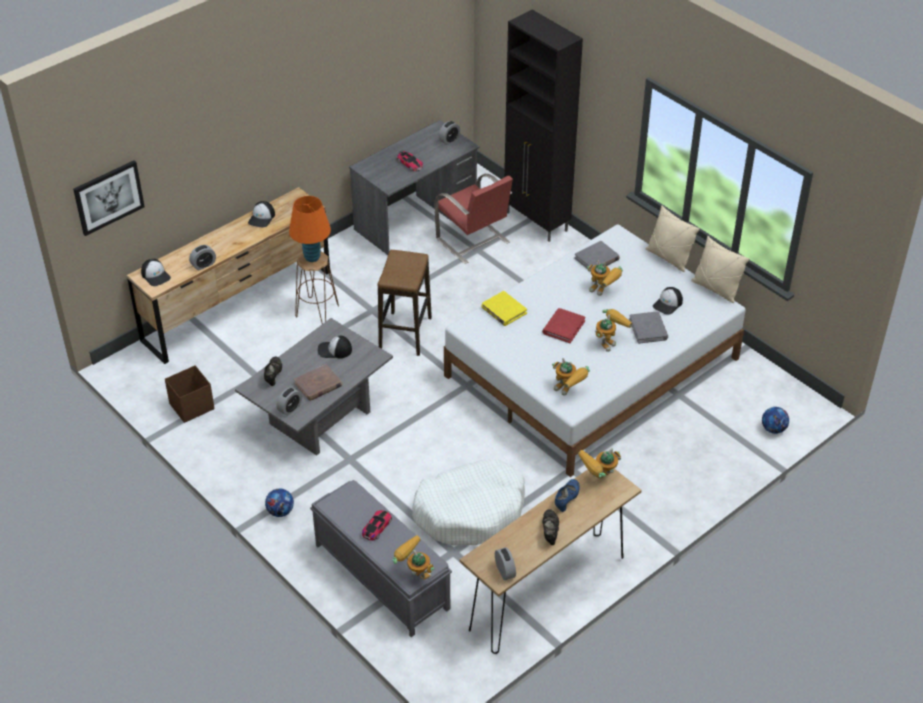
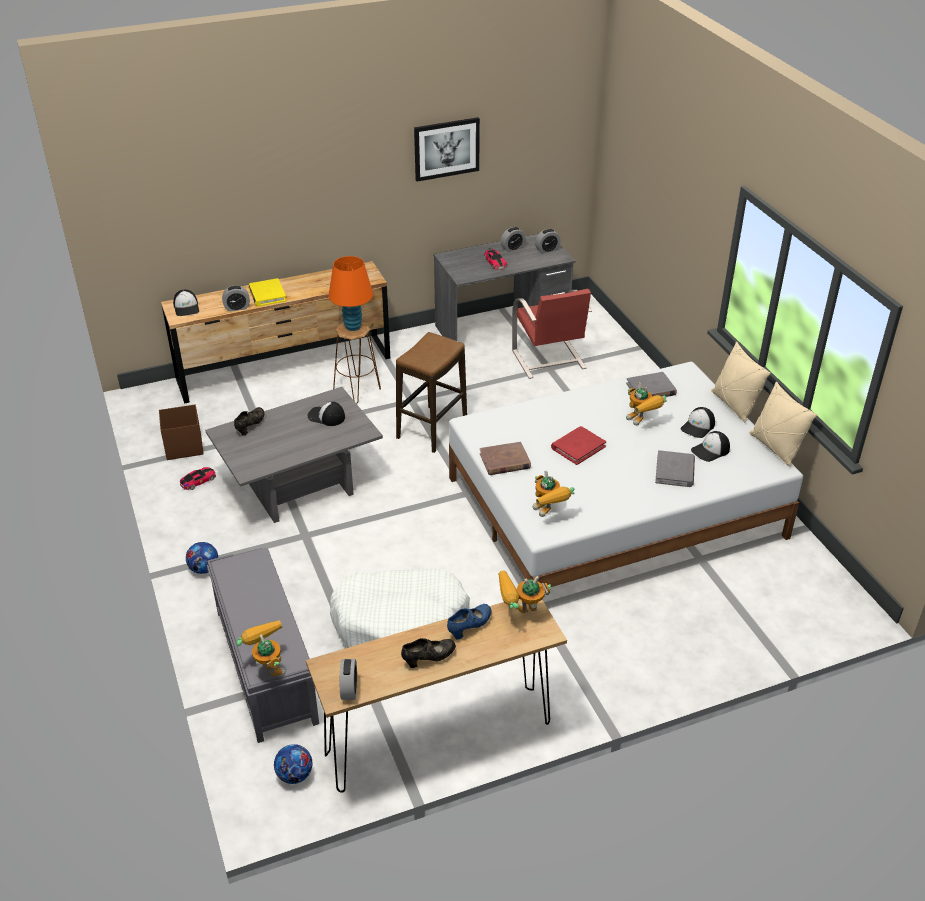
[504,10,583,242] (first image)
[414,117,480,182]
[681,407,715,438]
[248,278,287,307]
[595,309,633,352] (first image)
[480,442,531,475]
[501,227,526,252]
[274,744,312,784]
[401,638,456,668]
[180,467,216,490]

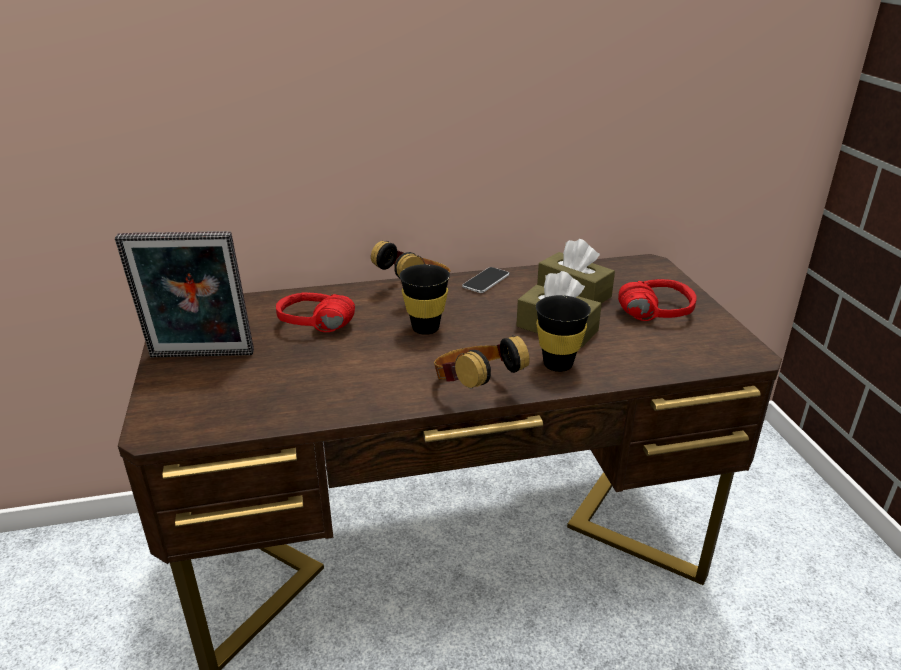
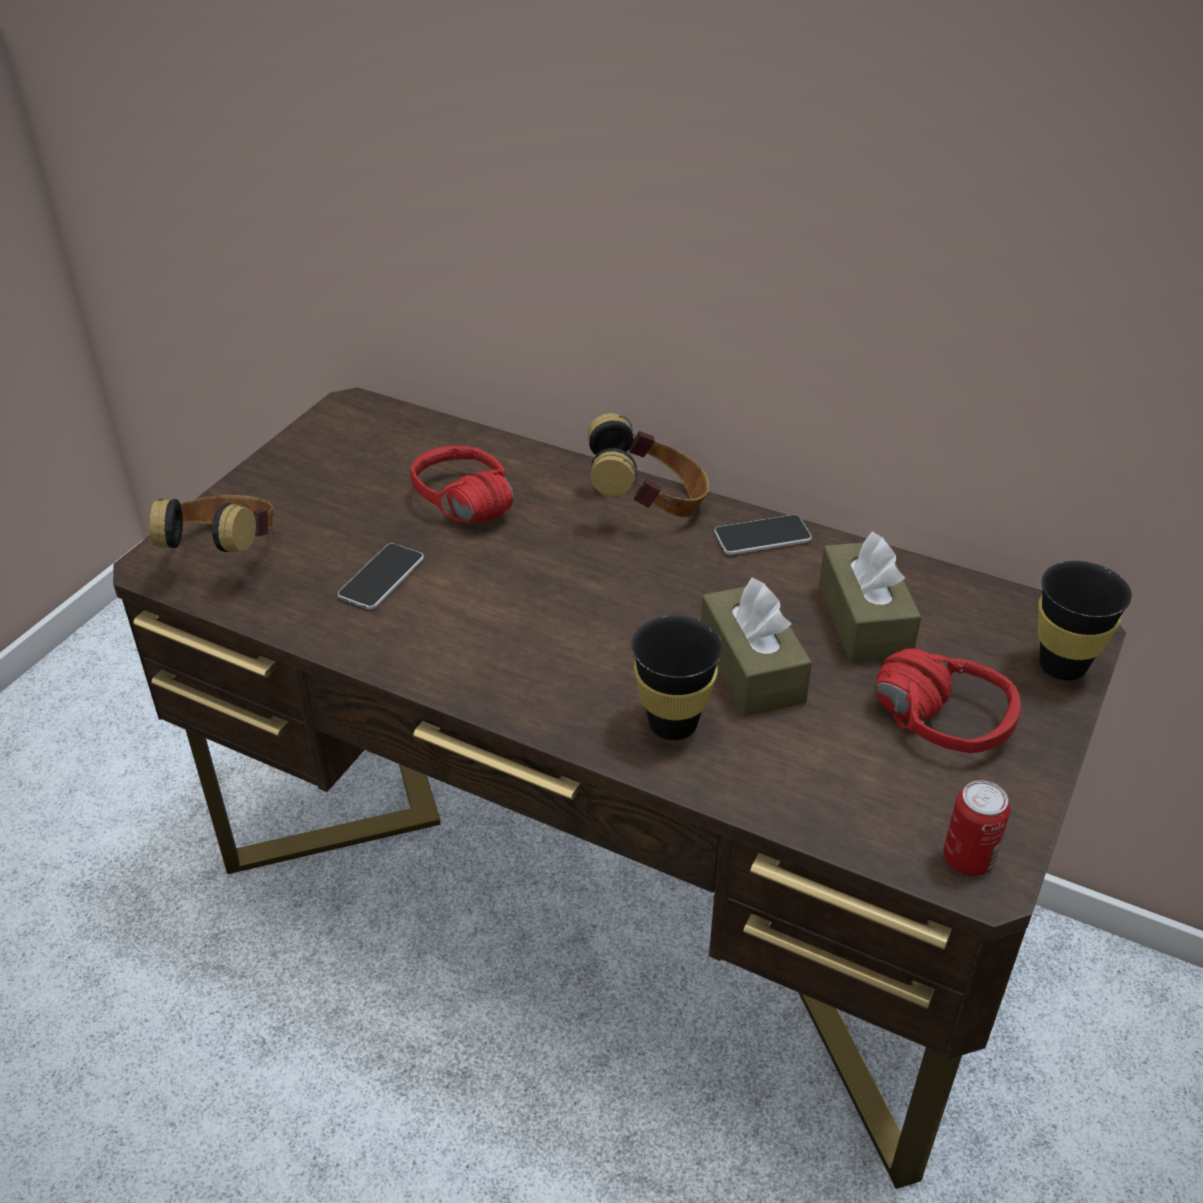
[115,231,254,358] (first image)
[1038,561,1132,681]
[150,495,274,553]
[338,543,424,609]
[943,780,1010,876]

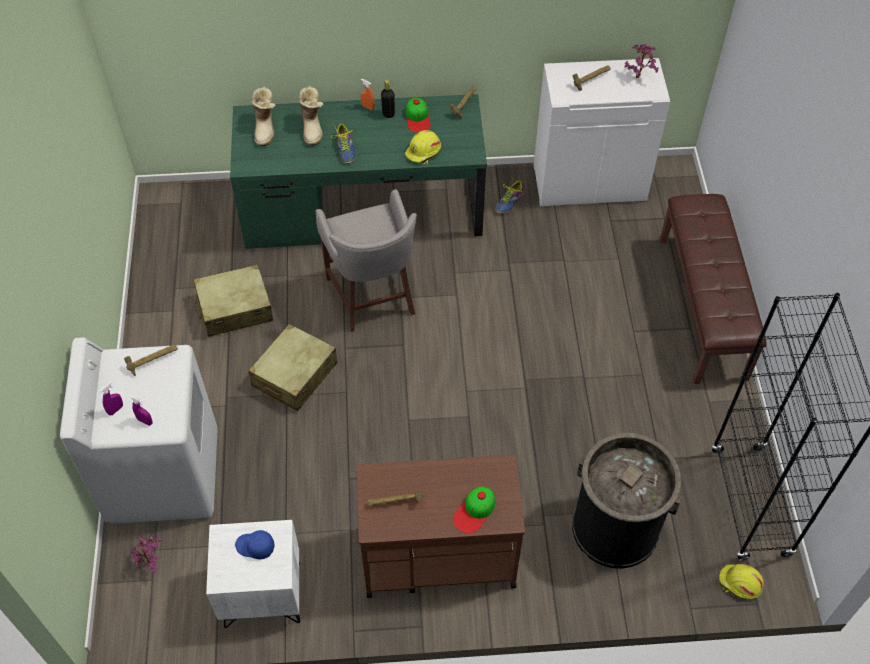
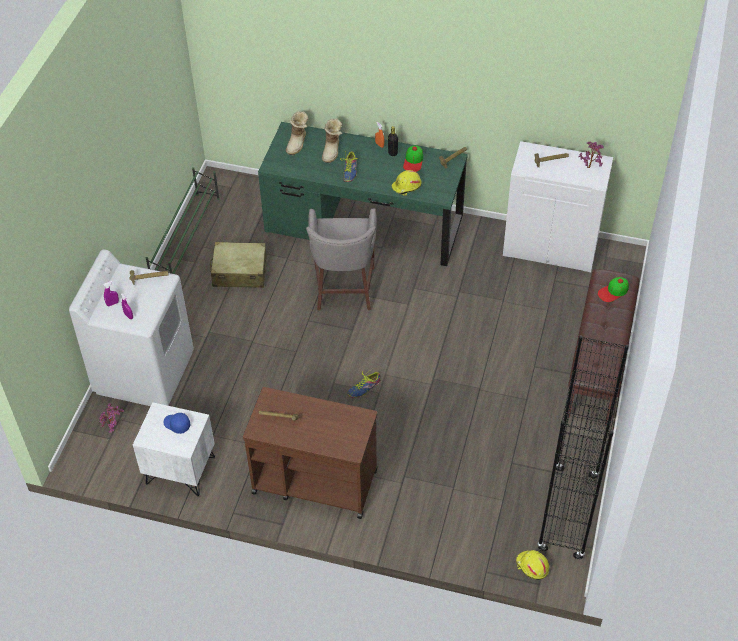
[347,369,381,398]
[248,324,338,411] (first image)
[572,433,682,568] (first image)
[598,277,629,302]
[146,167,220,274]

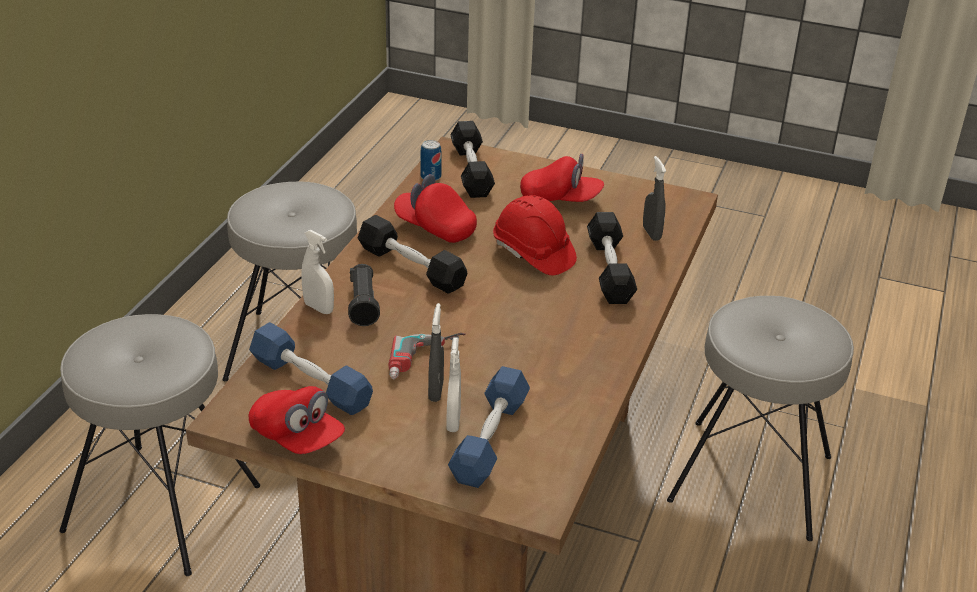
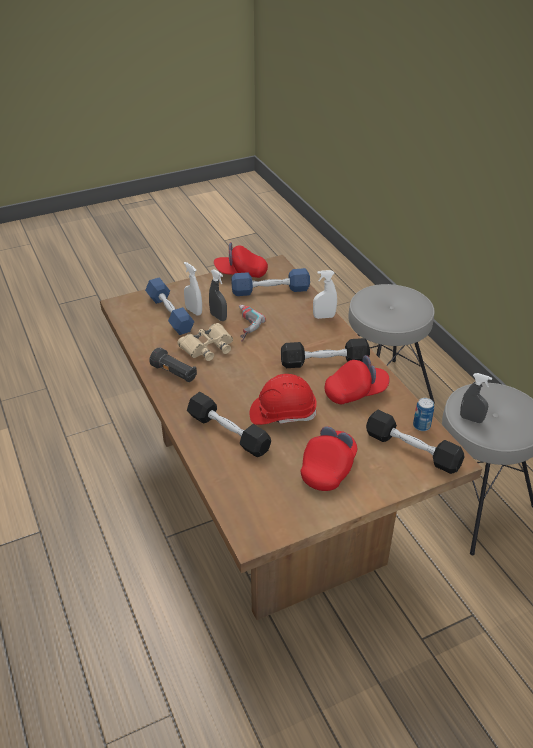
[301,426,357,491]
[460,373,492,423]
[149,347,197,382]
[667,296,854,541] (first image)
[177,323,233,361]

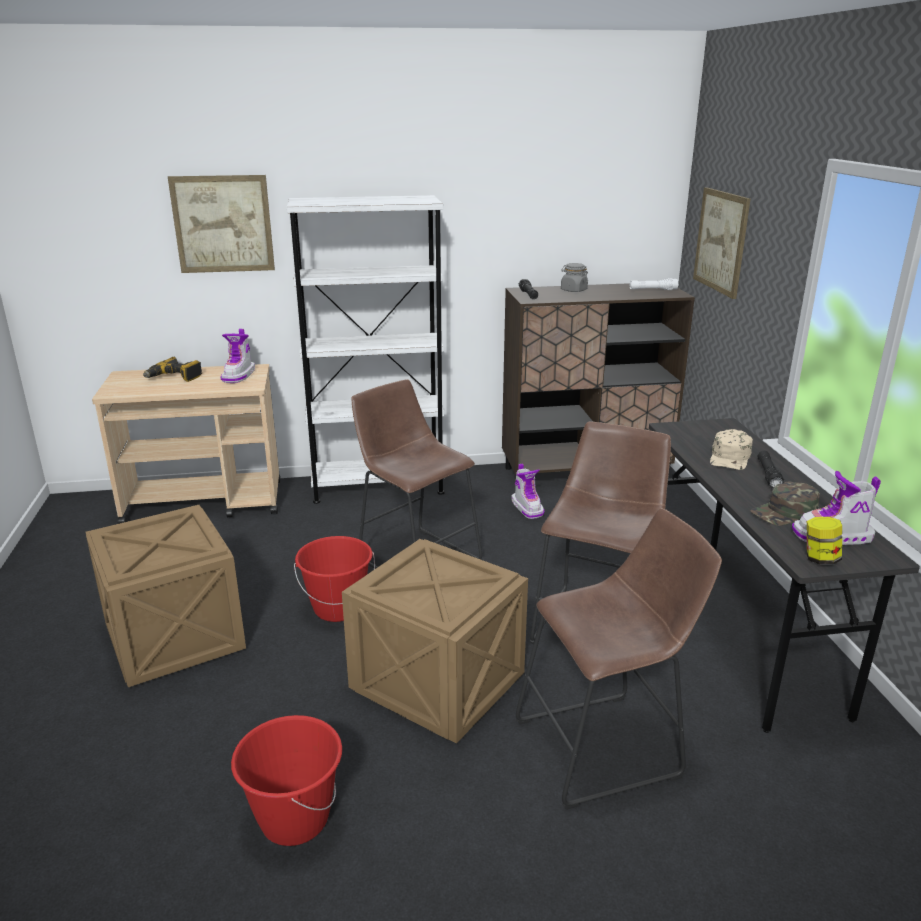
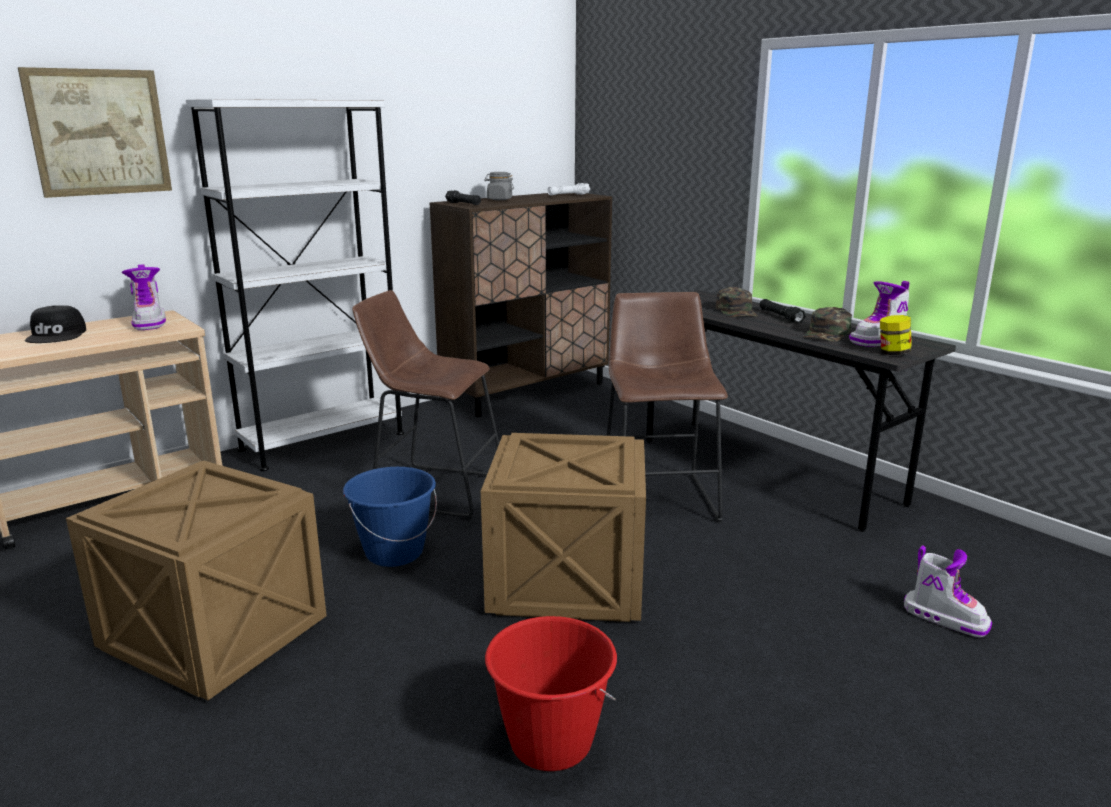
[693,187,751,299] (first image)
[25,305,86,343]
[716,287,758,317]
[904,545,992,637]
[516,508,722,810] (first image)
[343,467,437,567]

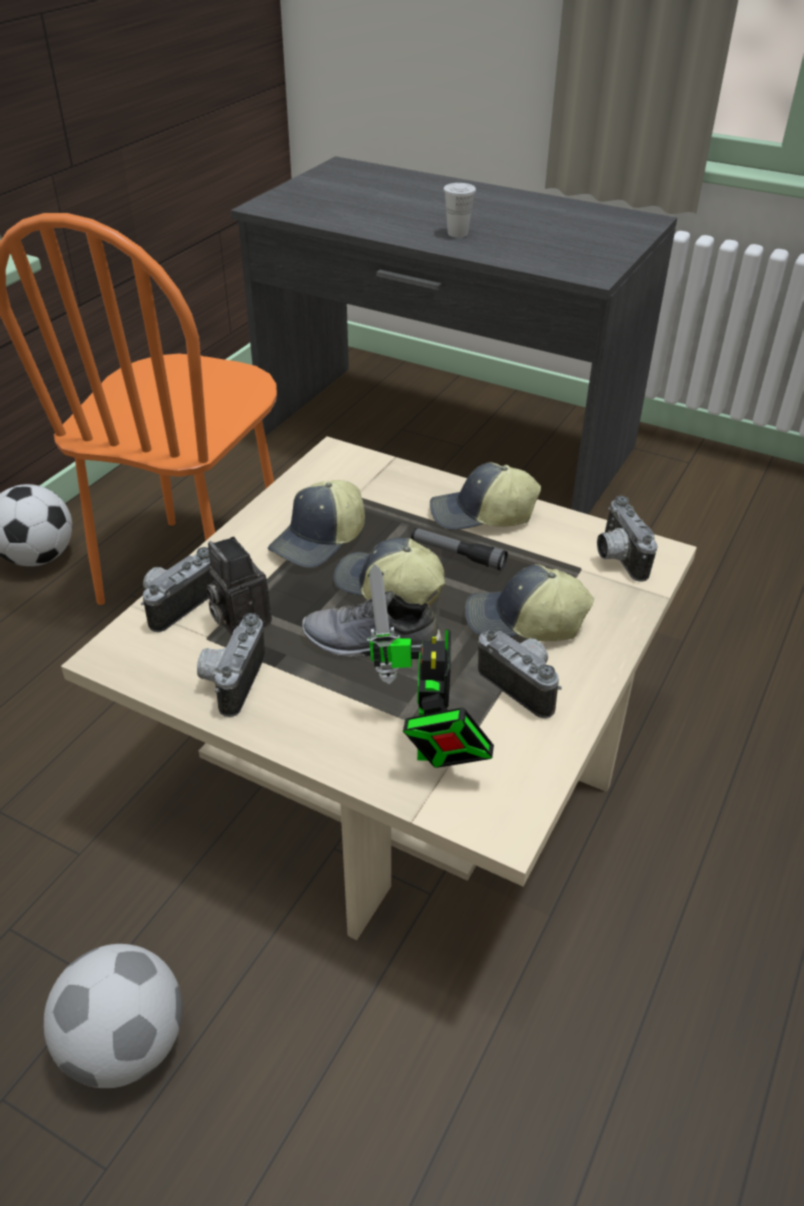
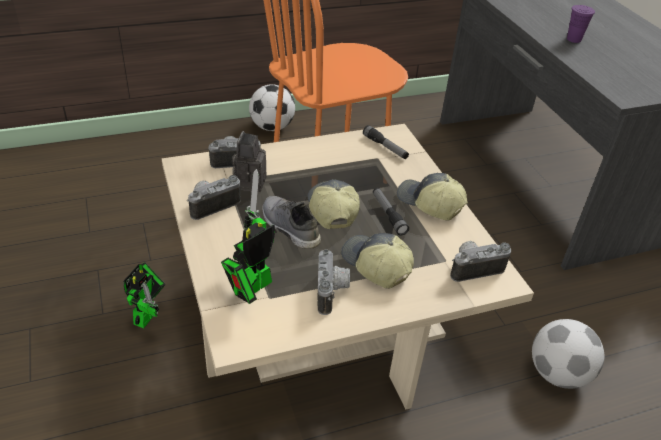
[567,5,595,43]
[268,480,365,568] (first image)
[450,241,511,282]
[532,319,604,389]
[363,125,409,159]
[124,262,166,328]

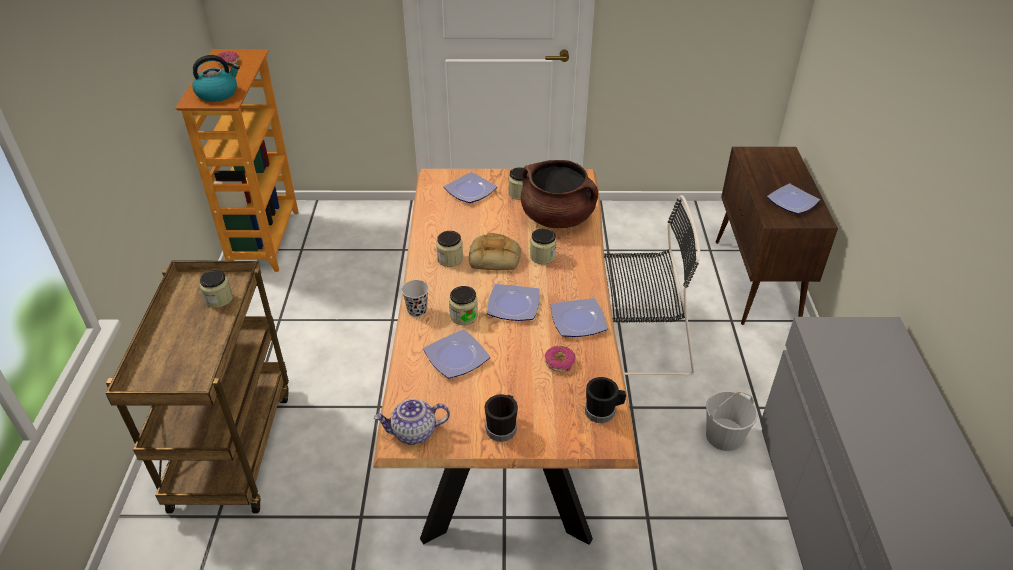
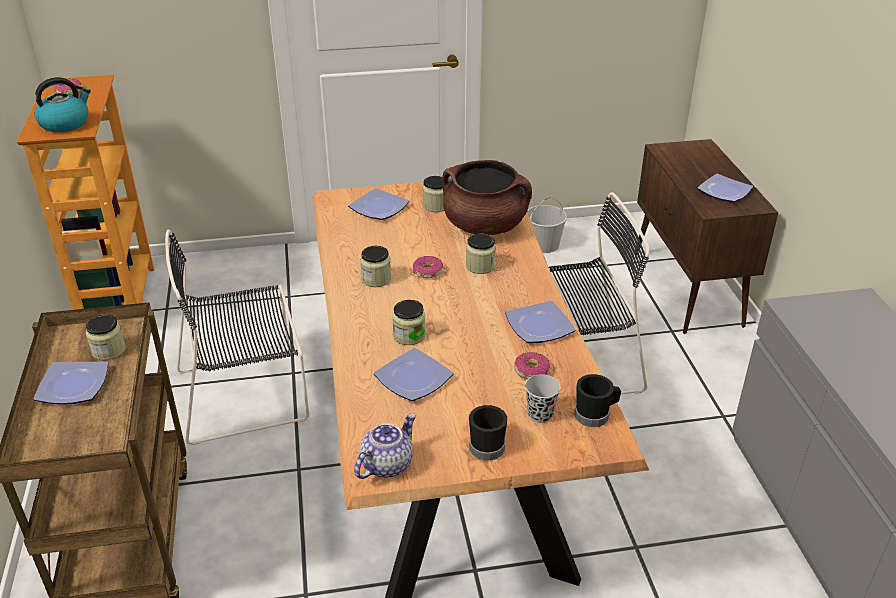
[413,256,443,278]
[525,374,561,423]
[33,362,109,404]
[527,197,567,253]
[354,414,416,479]
[165,230,310,445]

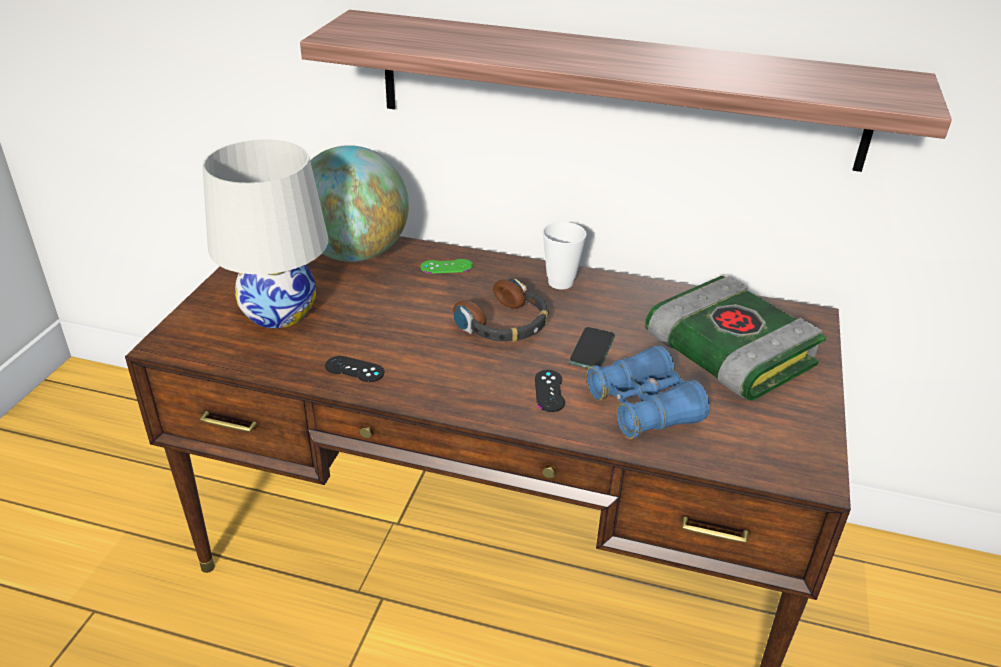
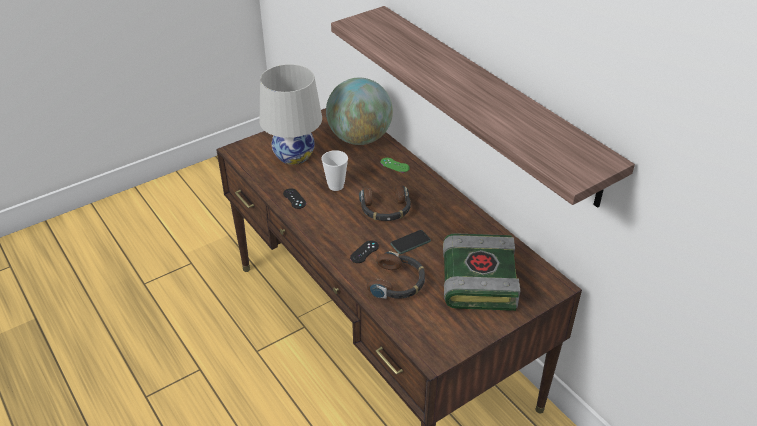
[321,150,348,191]
[367,251,425,299]

